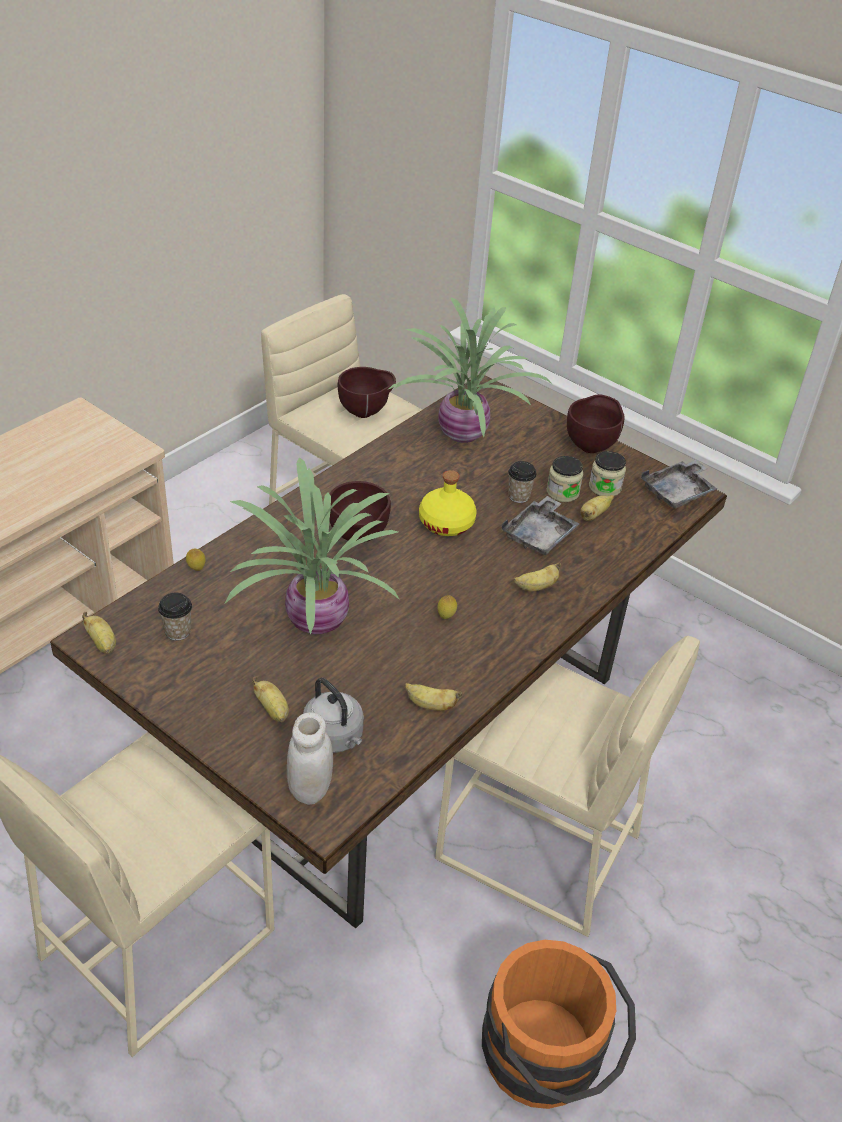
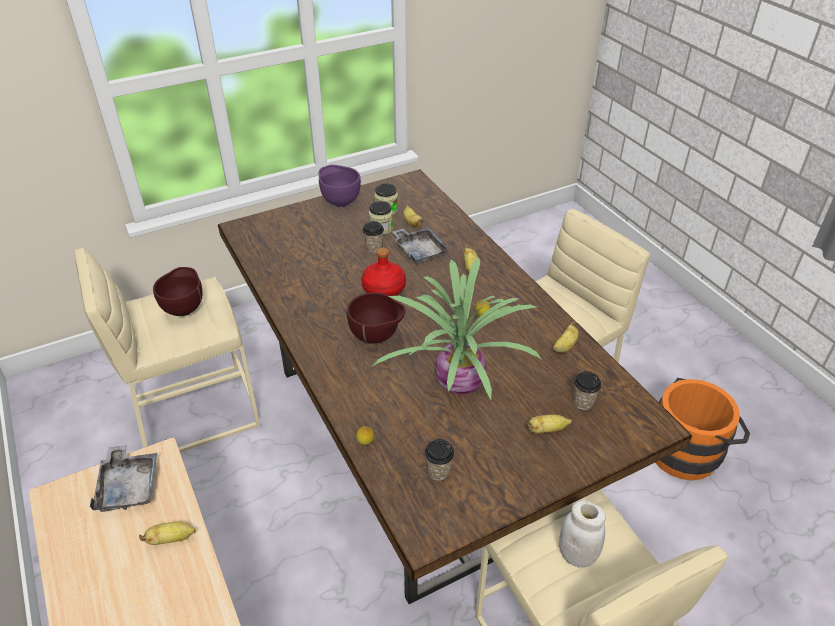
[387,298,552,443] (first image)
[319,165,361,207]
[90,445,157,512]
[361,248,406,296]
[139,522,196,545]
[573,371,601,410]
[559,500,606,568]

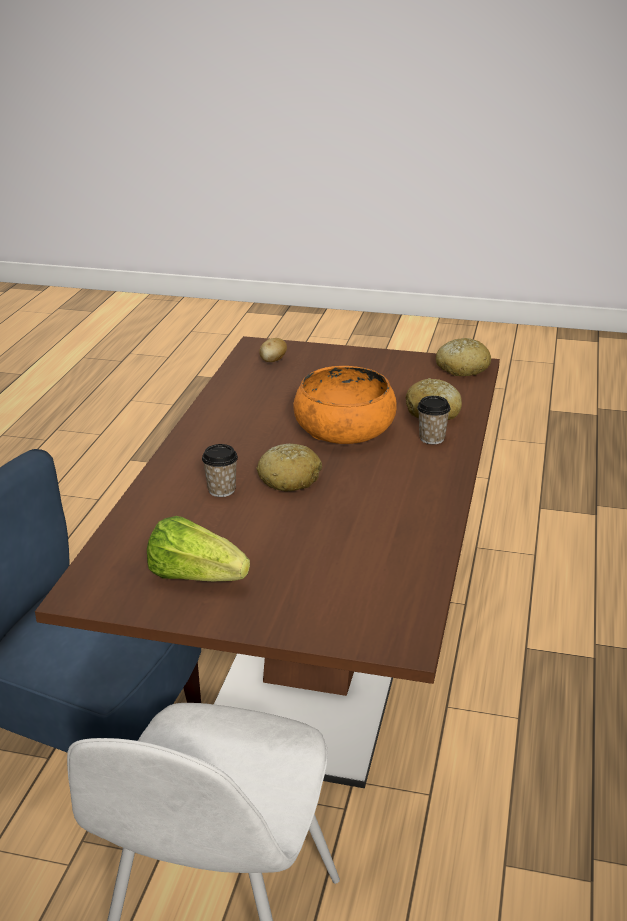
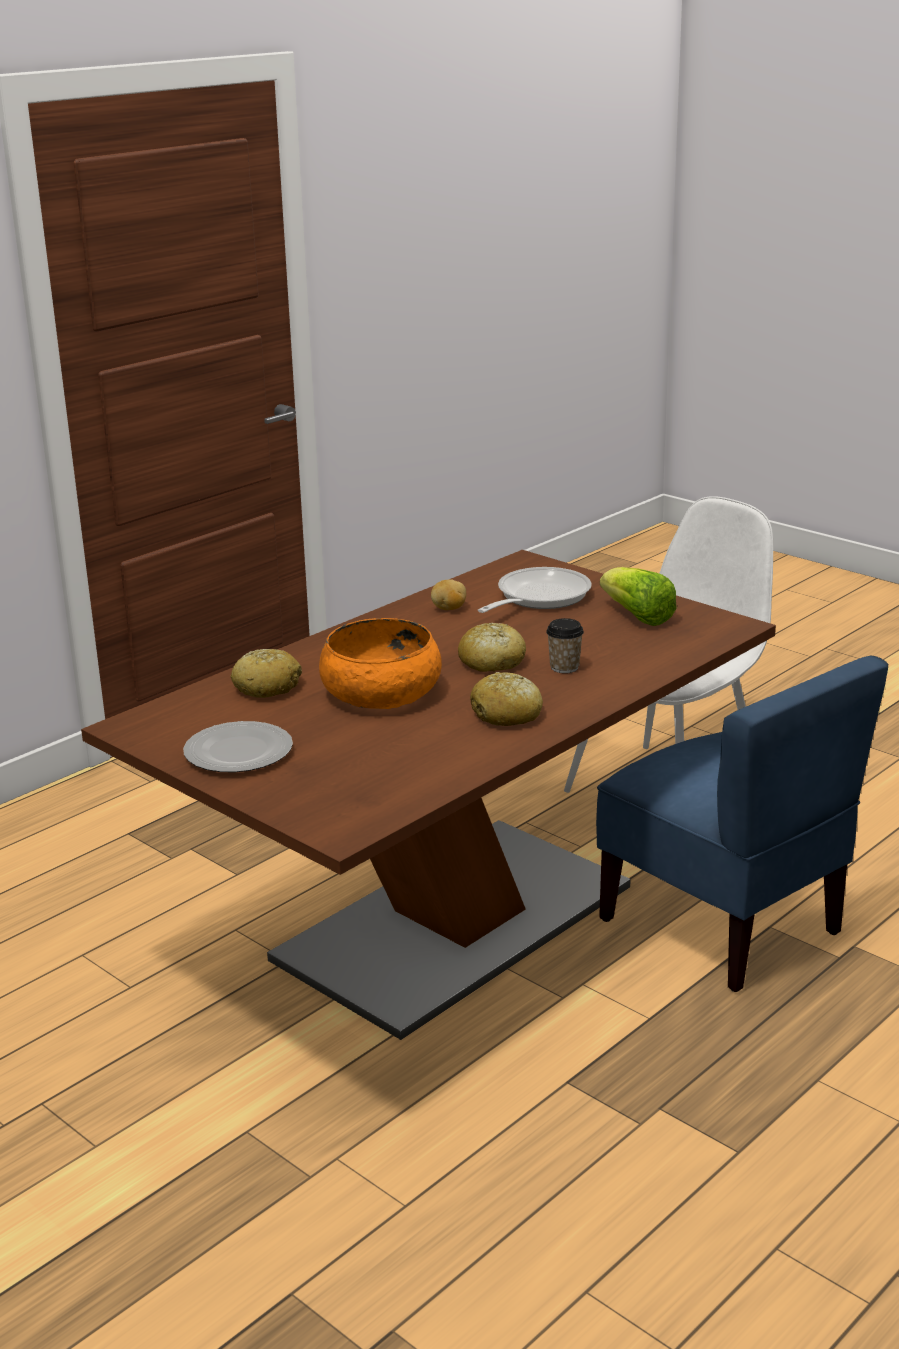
[470,672,543,726]
[431,579,466,610]
[417,396,450,444] (first image)
[478,567,592,613]
[183,721,293,772]

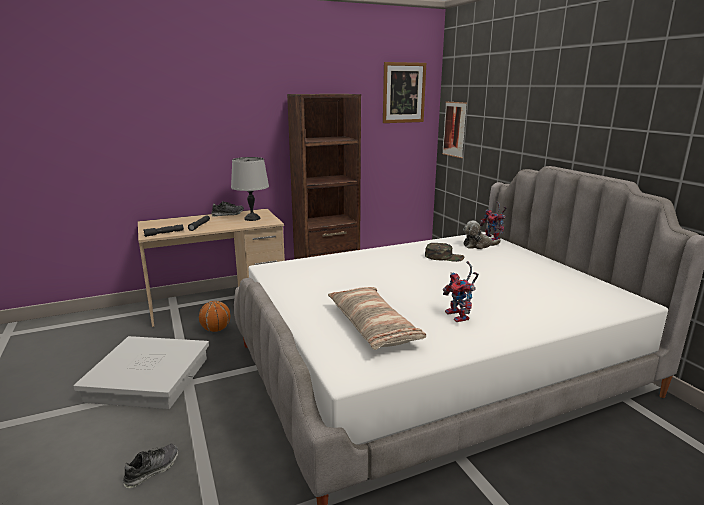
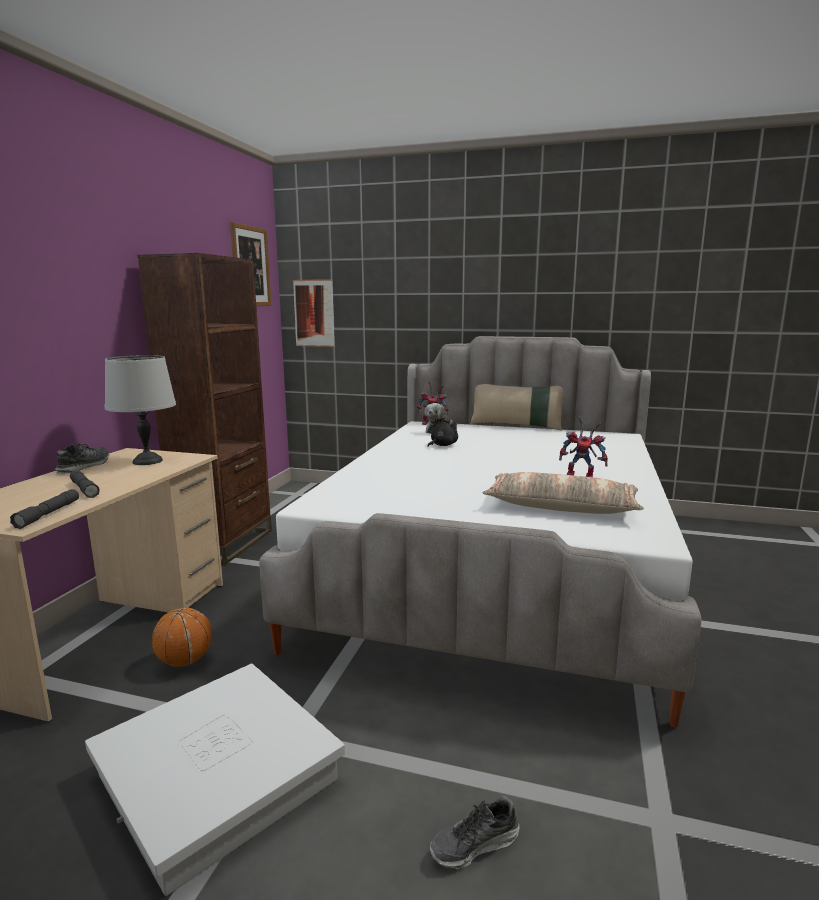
[427,420,458,447]
[430,796,520,869]
[470,384,564,431]

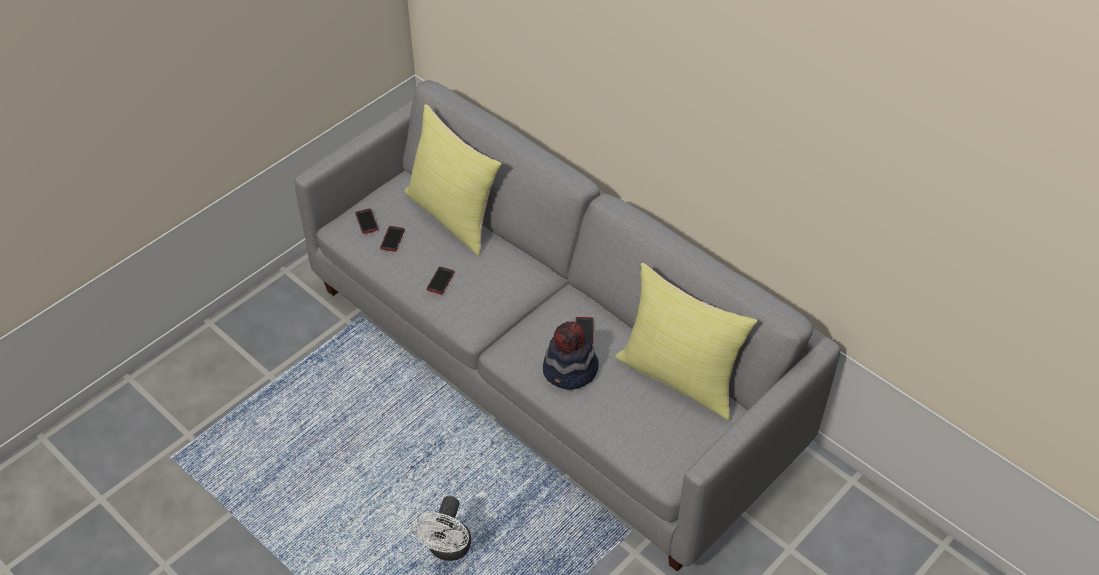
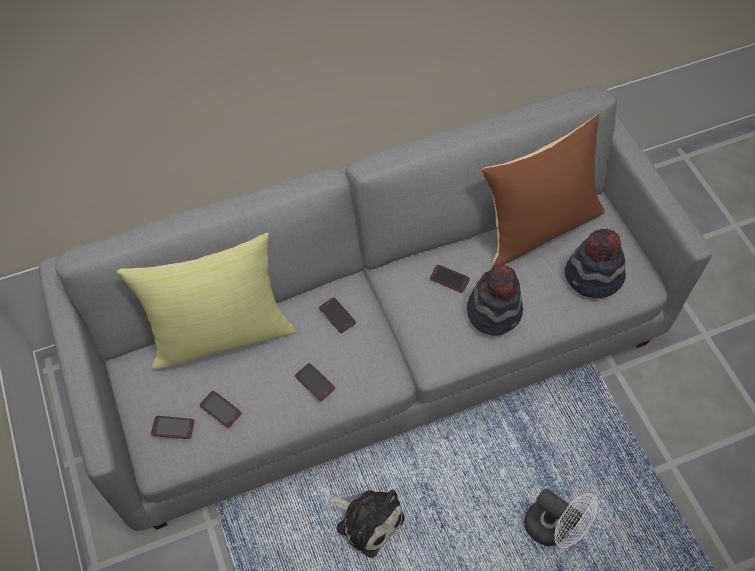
[481,115,605,267]
[565,229,626,298]
[319,297,356,333]
[331,489,405,558]

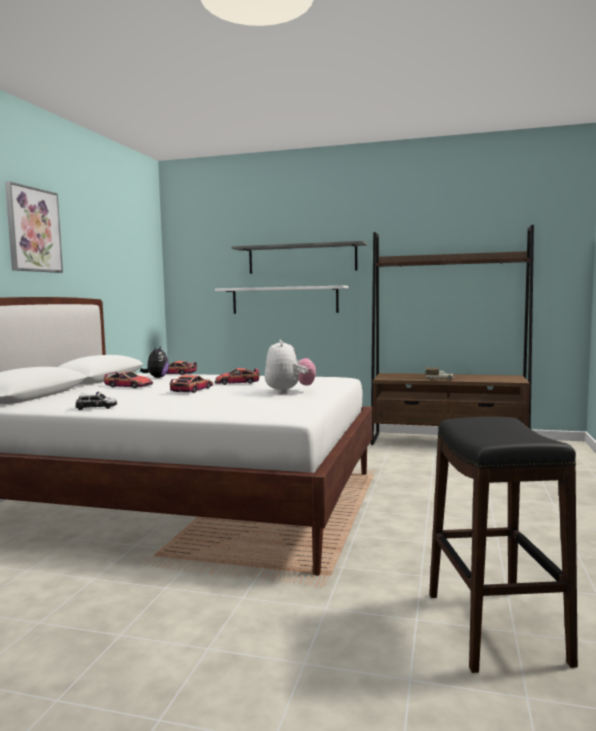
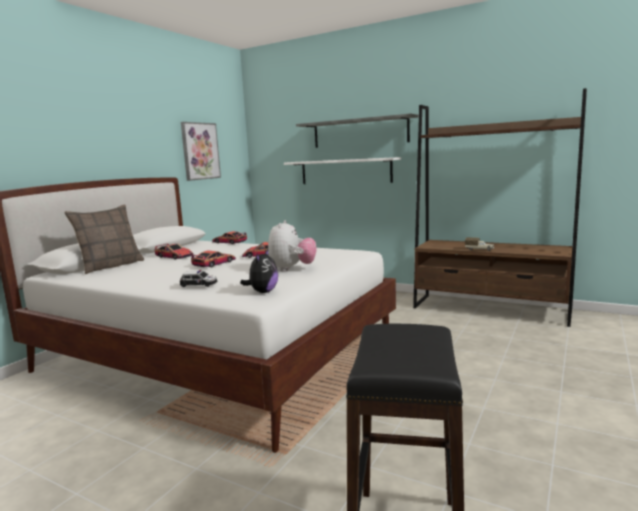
[181,122,221,181]
[240,250,278,293]
[180,270,217,287]
[64,204,144,274]

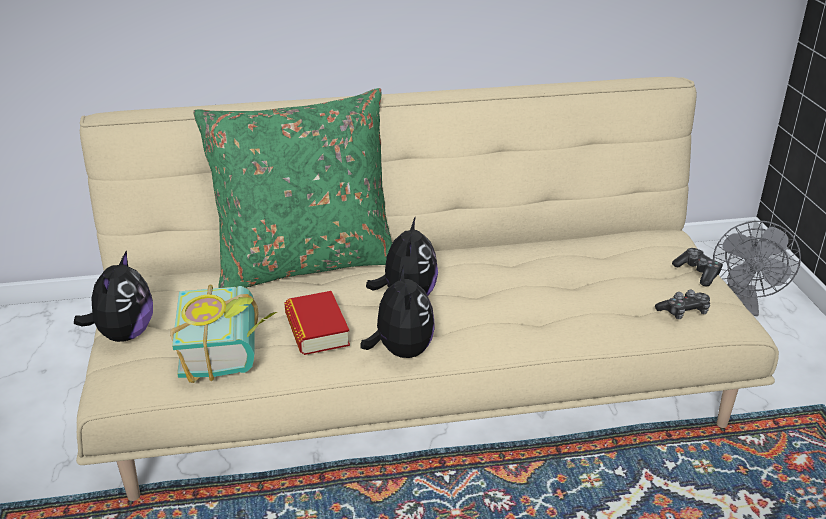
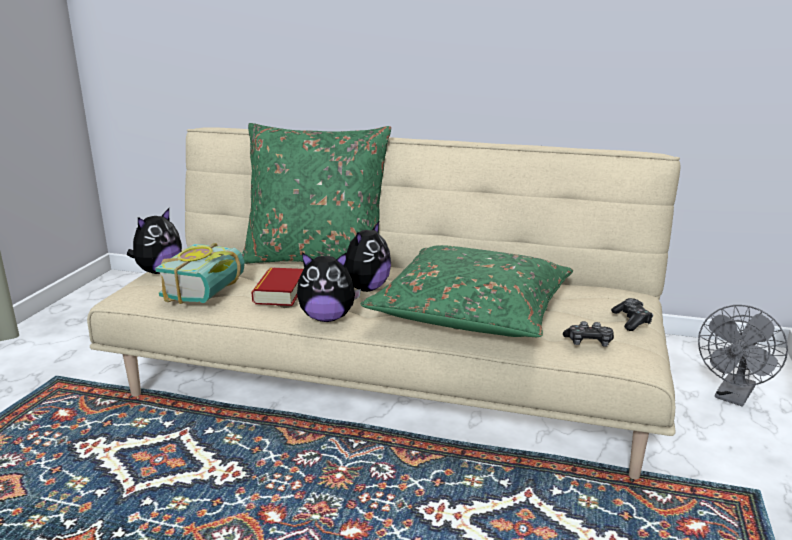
[297,252,361,322]
[360,245,573,337]

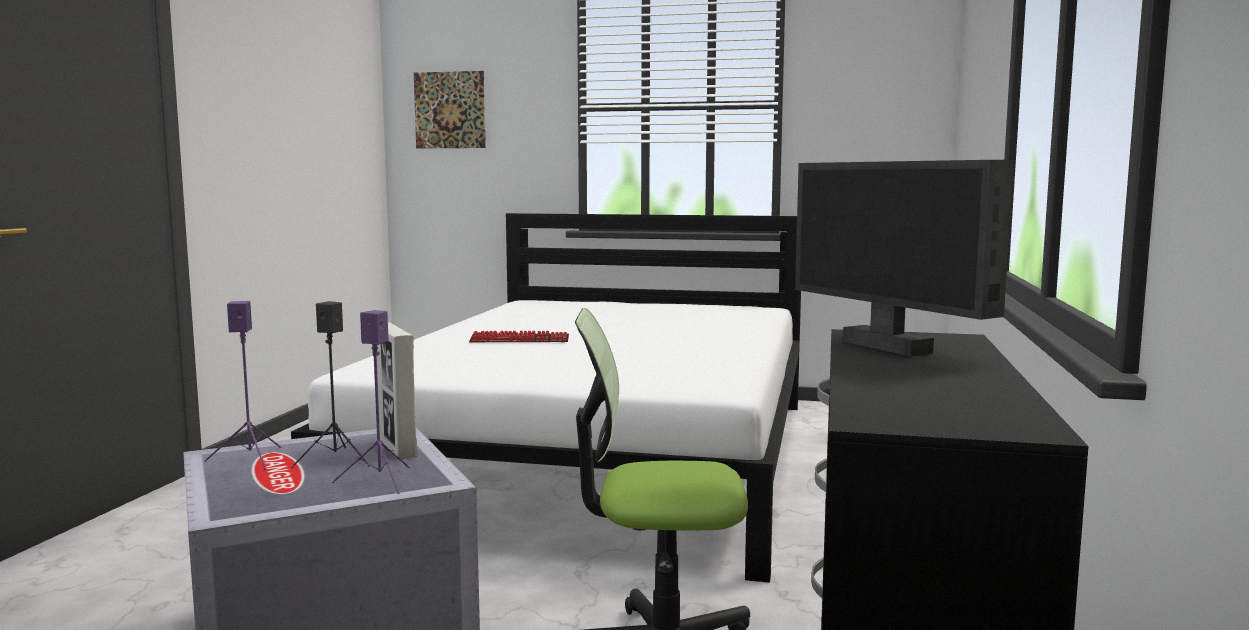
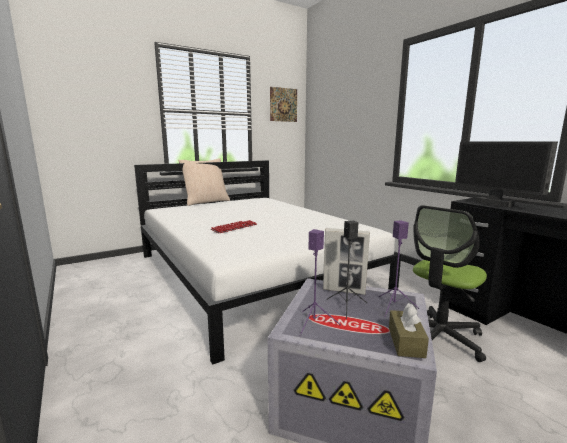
[270,87,297,122]
[455,141,558,207]
[178,158,230,206]
[389,303,429,358]

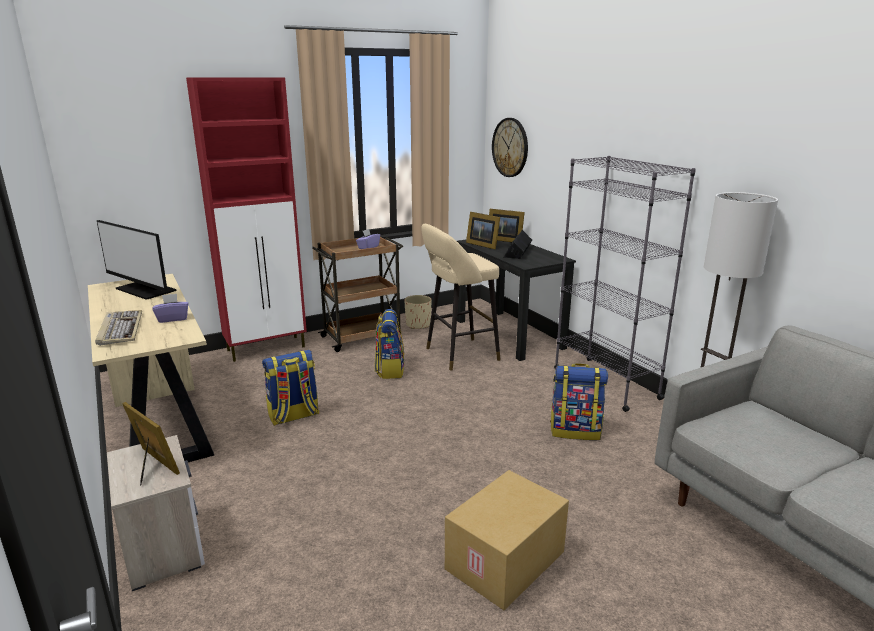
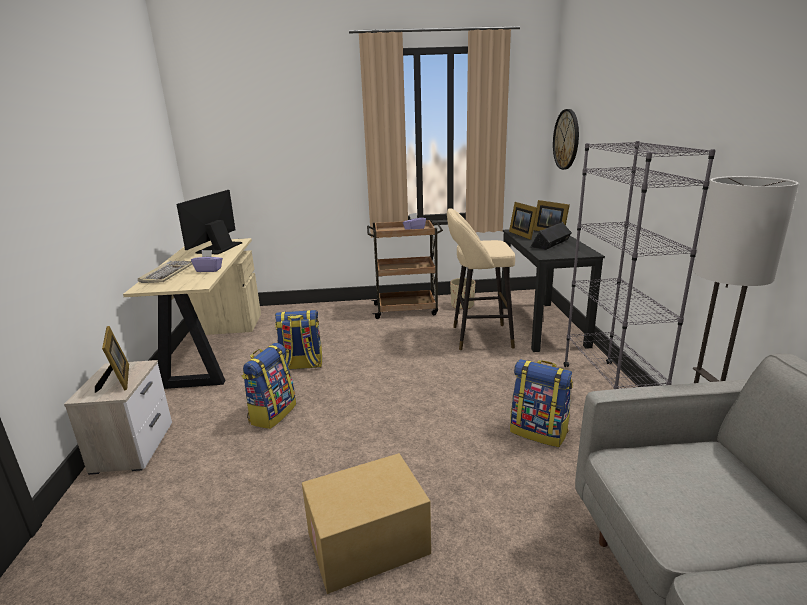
[186,77,307,362] (first image)
[177,190,242,254]
[242,343,296,429]

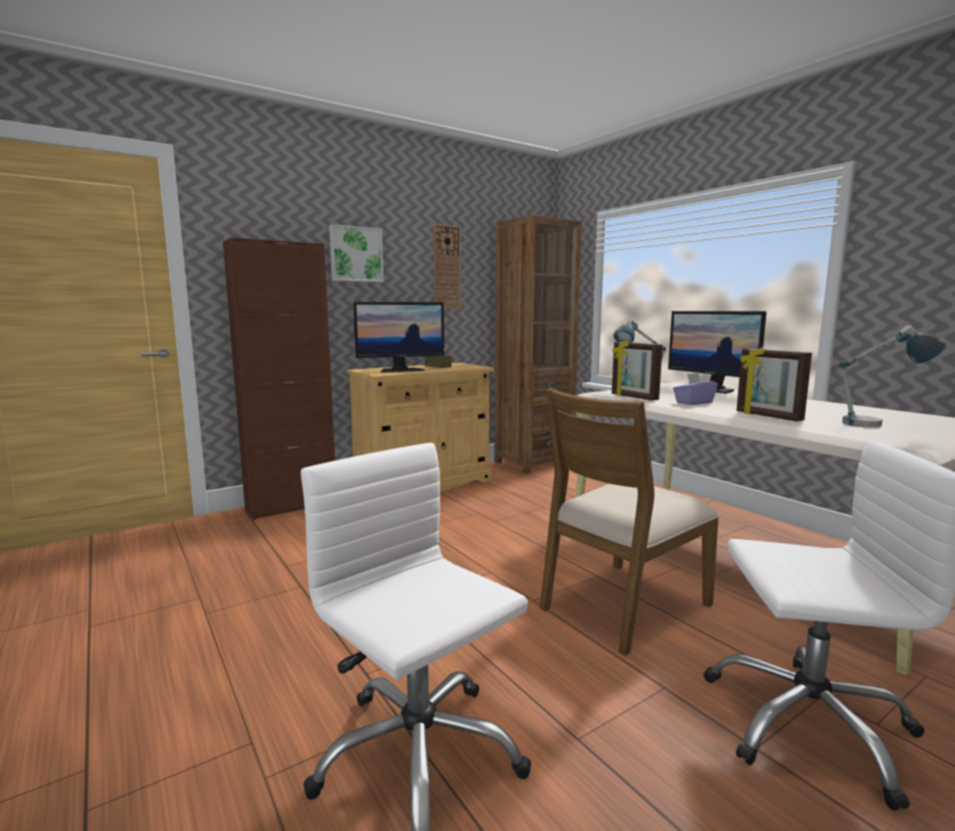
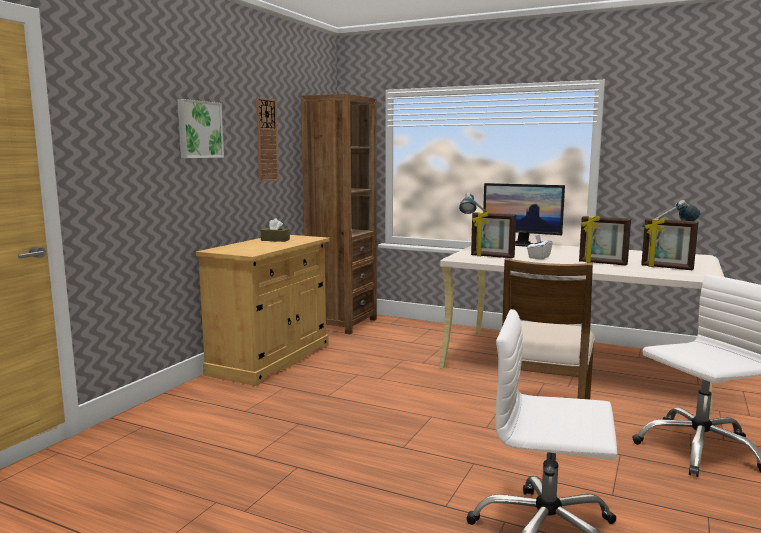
[223,237,335,520] (first image)
[353,302,444,372] (first image)
[527,234,553,260]
[641,218,698,270]

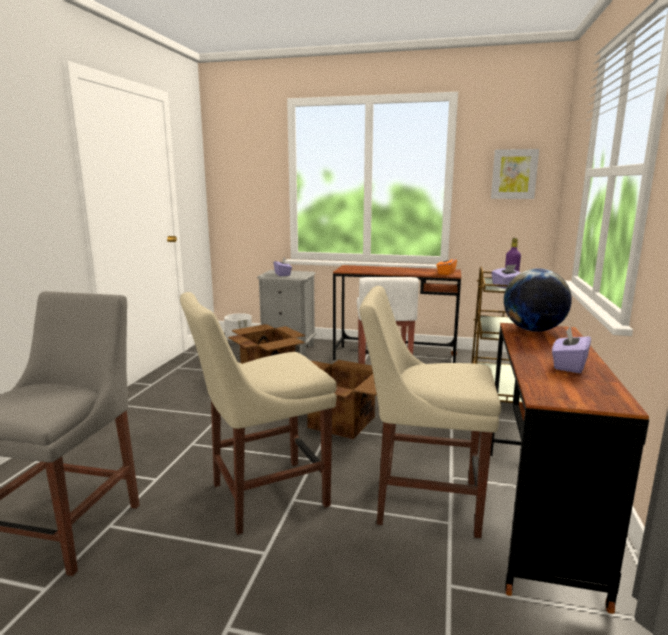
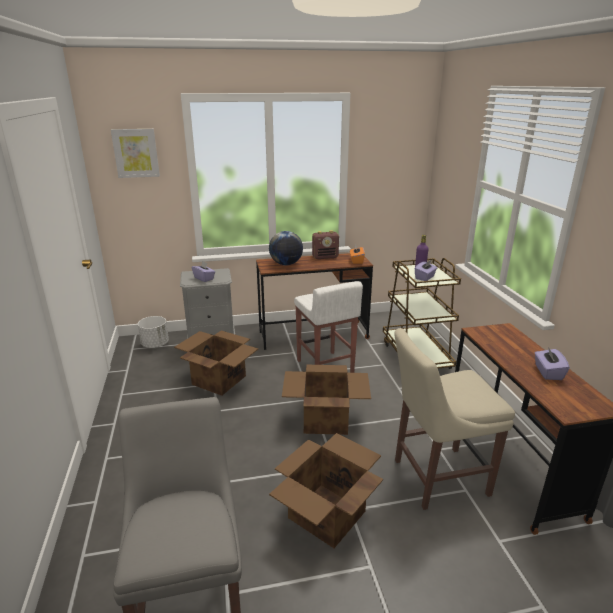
[111,129,160,178]
[269,231,303,265]
[269,433,383,548]
[312,230,339,259]

